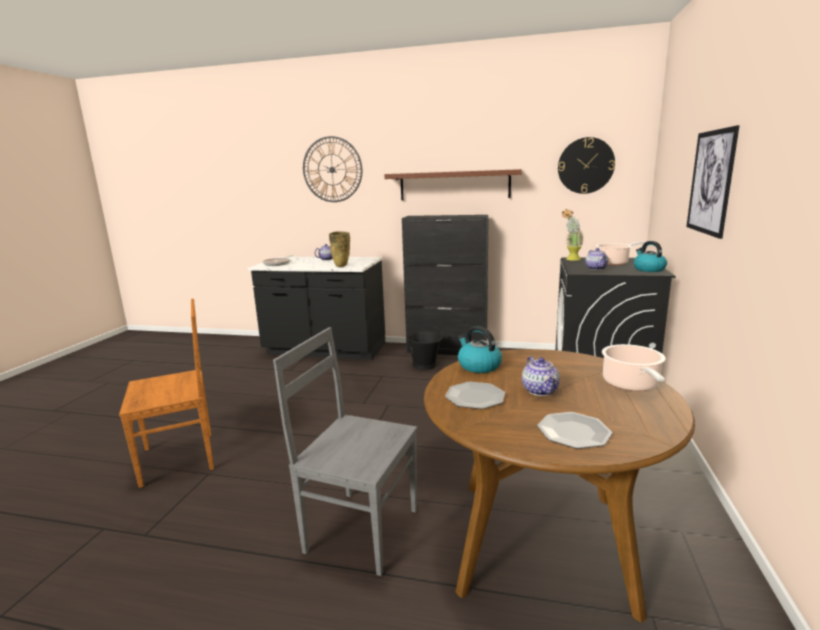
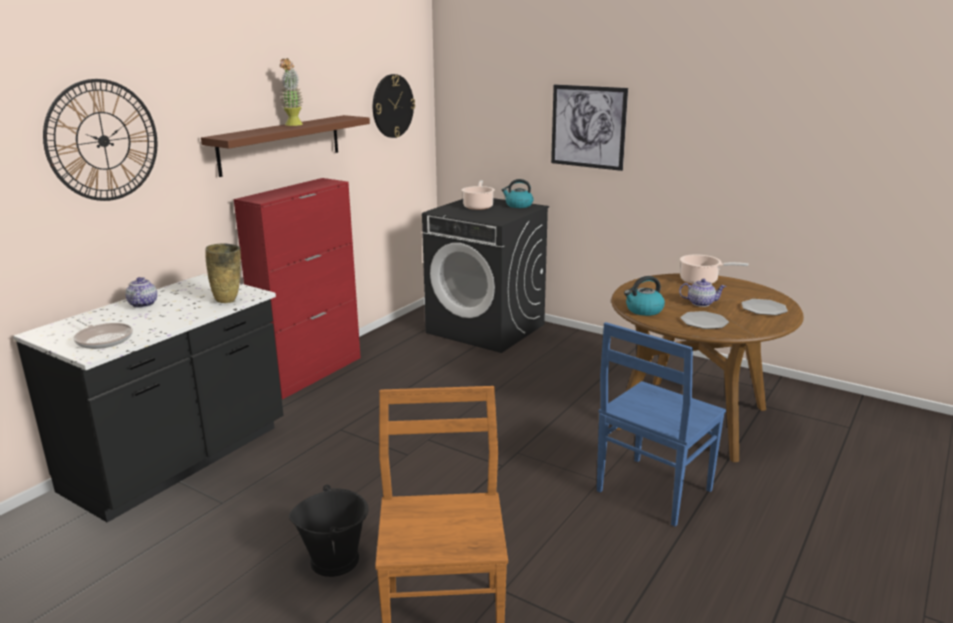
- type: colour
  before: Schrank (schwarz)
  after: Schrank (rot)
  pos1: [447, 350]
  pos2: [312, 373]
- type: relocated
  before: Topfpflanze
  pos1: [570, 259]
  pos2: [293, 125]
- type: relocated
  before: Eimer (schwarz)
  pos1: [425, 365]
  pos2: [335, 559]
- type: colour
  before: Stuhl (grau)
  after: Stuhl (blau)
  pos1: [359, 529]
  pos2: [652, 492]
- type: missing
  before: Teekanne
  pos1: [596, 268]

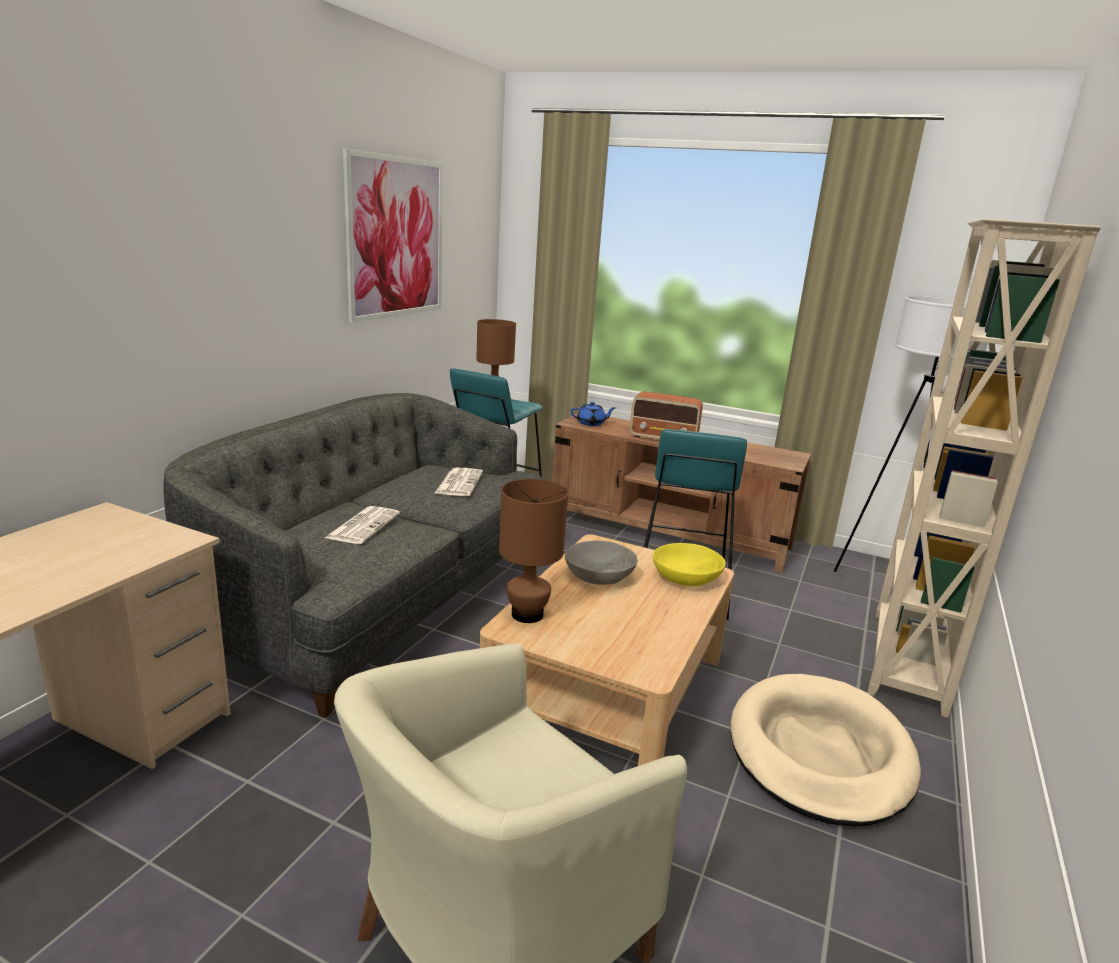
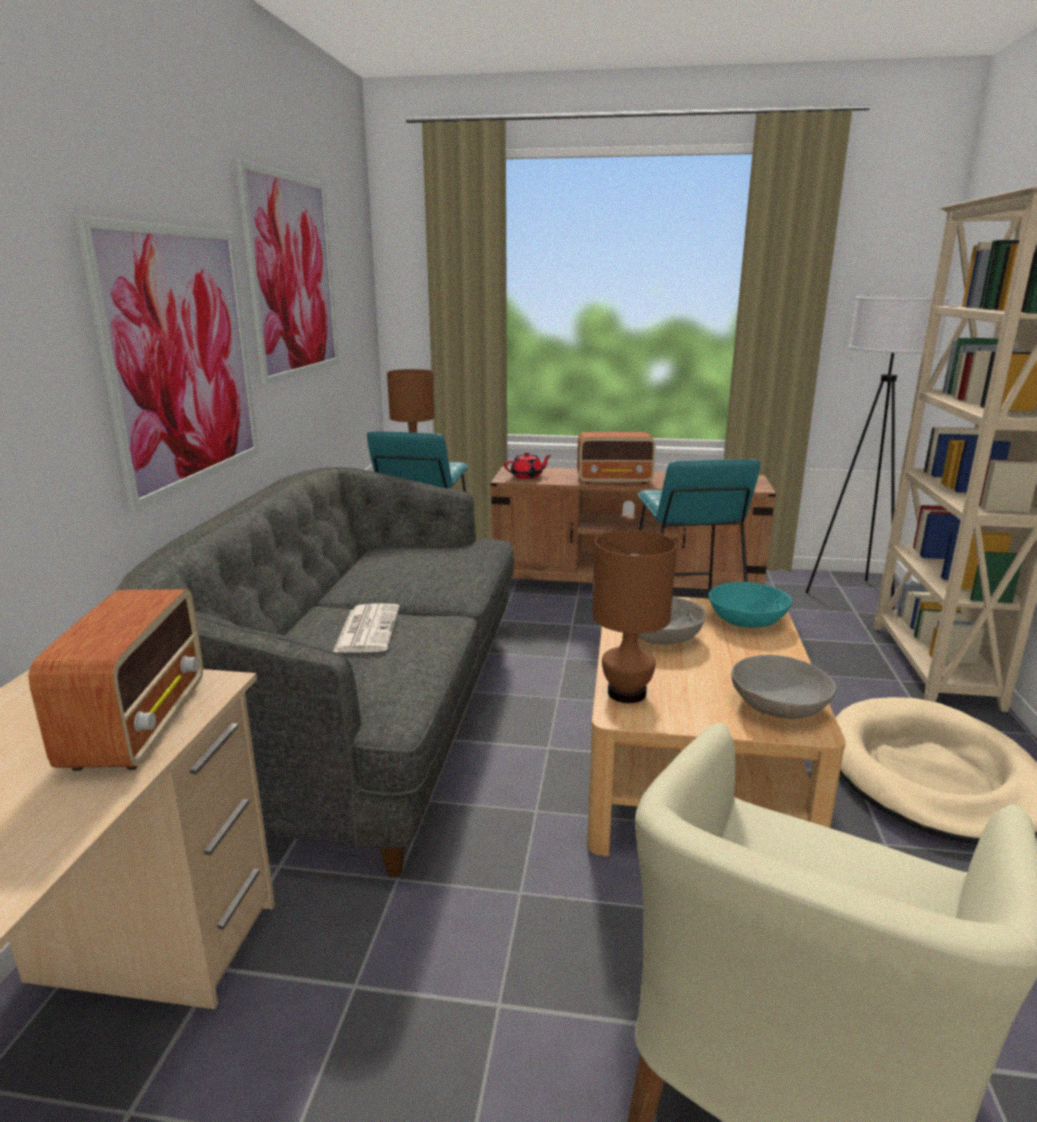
- type: appeared
  after: Radio
  pos2: [139, 724]
- type: appeared
  after: Bild
  pos2: [182, 358]
- type: colour
  before: Teekanne (blau)
  after: Teekanne (rot)
  pos1: [591, 423]
  pos2: [527, 476]
- type: colour
  before: Schüssel (gelb)
  after: Schüssel (türkis)
  pos1: [686, 578]
  pos2: [747, 620]
- type: appeared
  after: Schüssel (grau)
  pos2: [779, 706]
- type: missing
  before: Zeitung
  pos1: [459, 483]

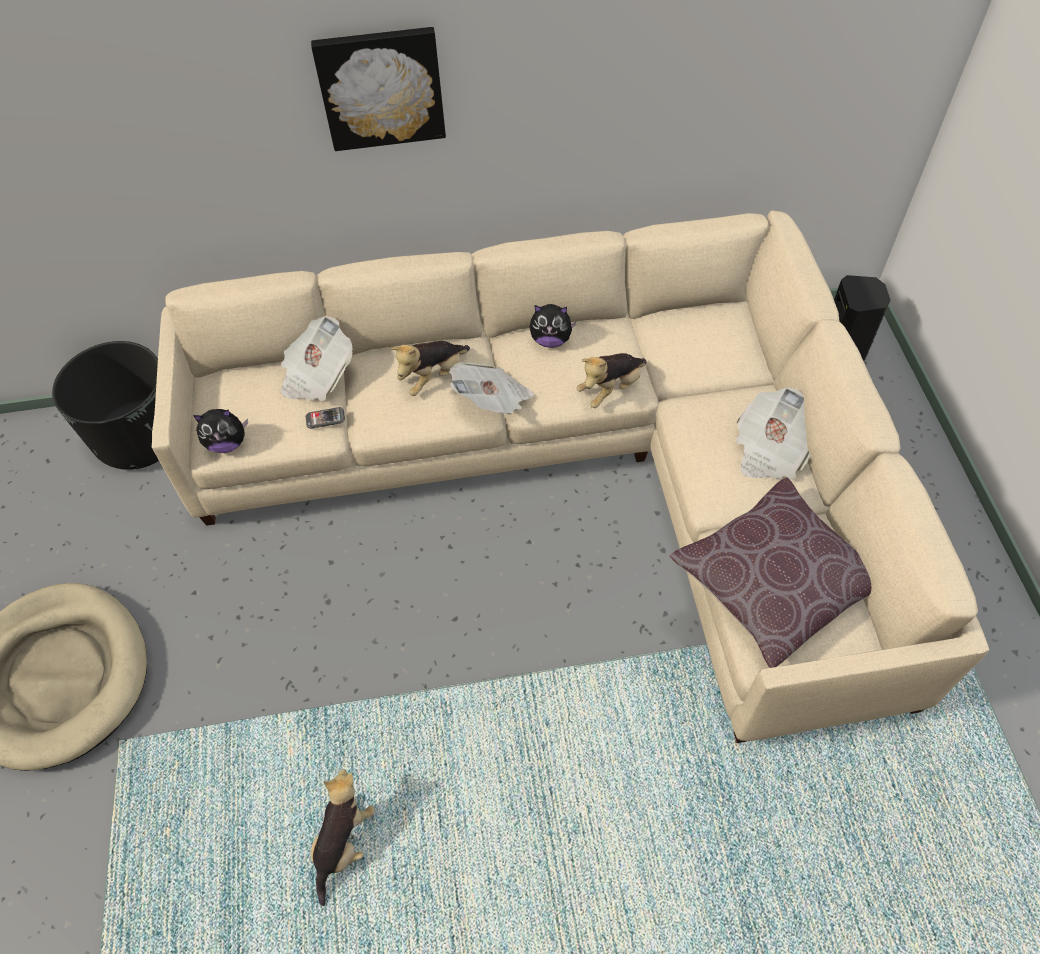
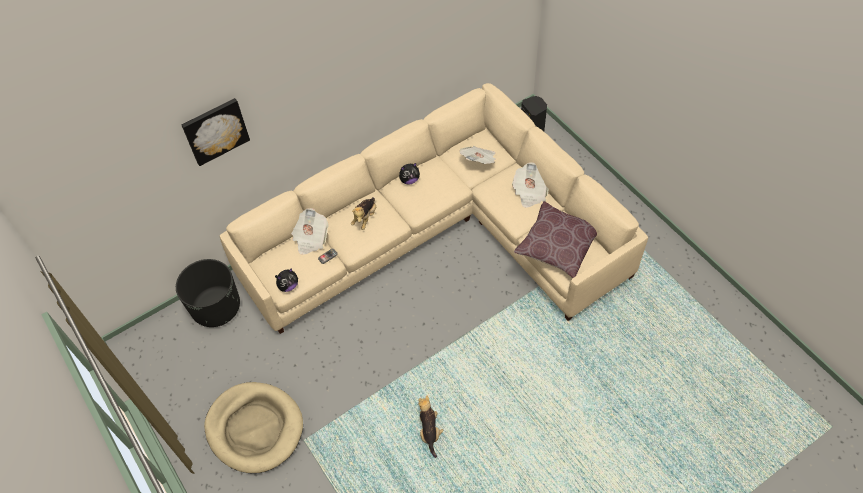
- type: relocated
  before: Bild
  pos1: [381, 87]
  pos2: [215, 130]
- type: relocated
  before: Zeitung
  pos1: [493, 401]
  pos2: [479, 161]
- type: missing
  before: Plüschtier
  pos1: [610, 389]

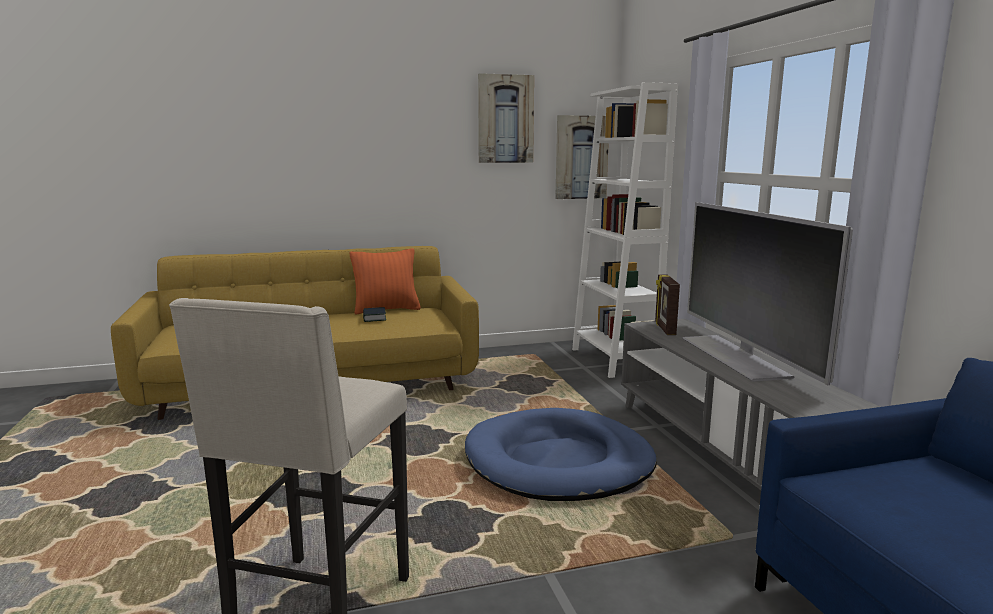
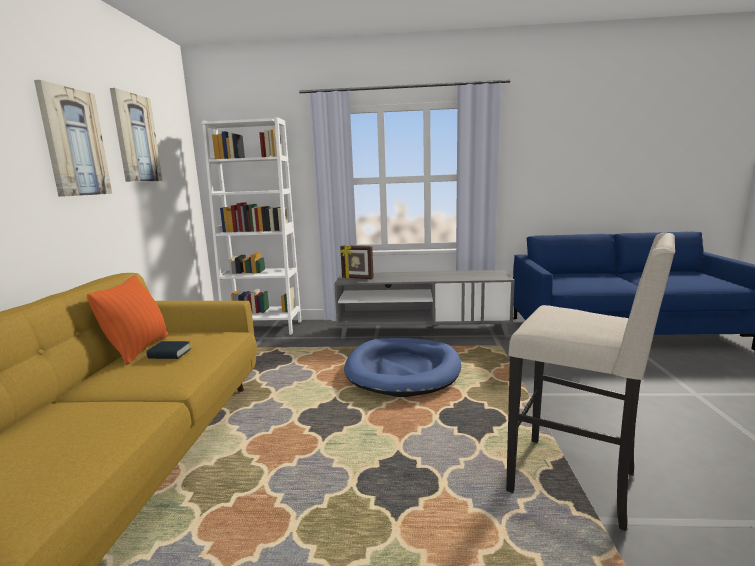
- type: relocated
  before: Bild
  pos1: [581, 157]
  pos2: [74, 142]
- type: missing
  before: Fernseher
  pos1: [735, 356]

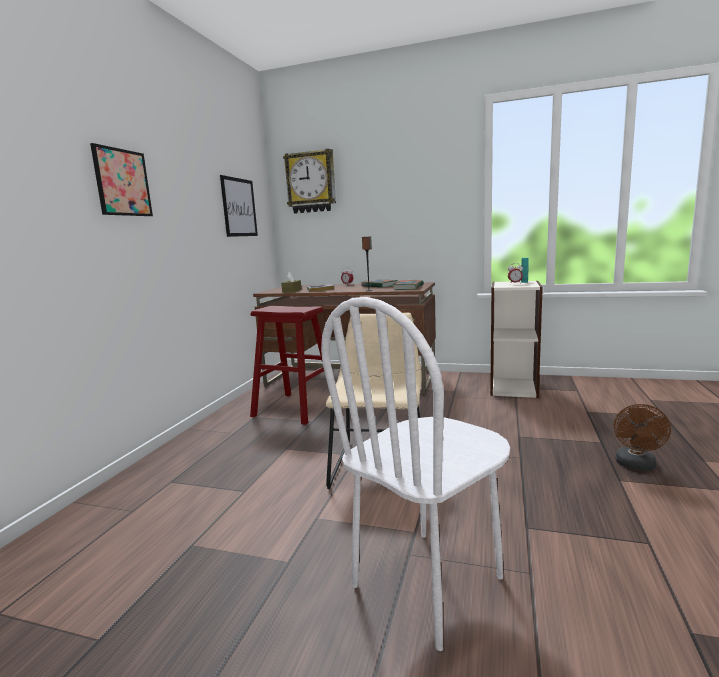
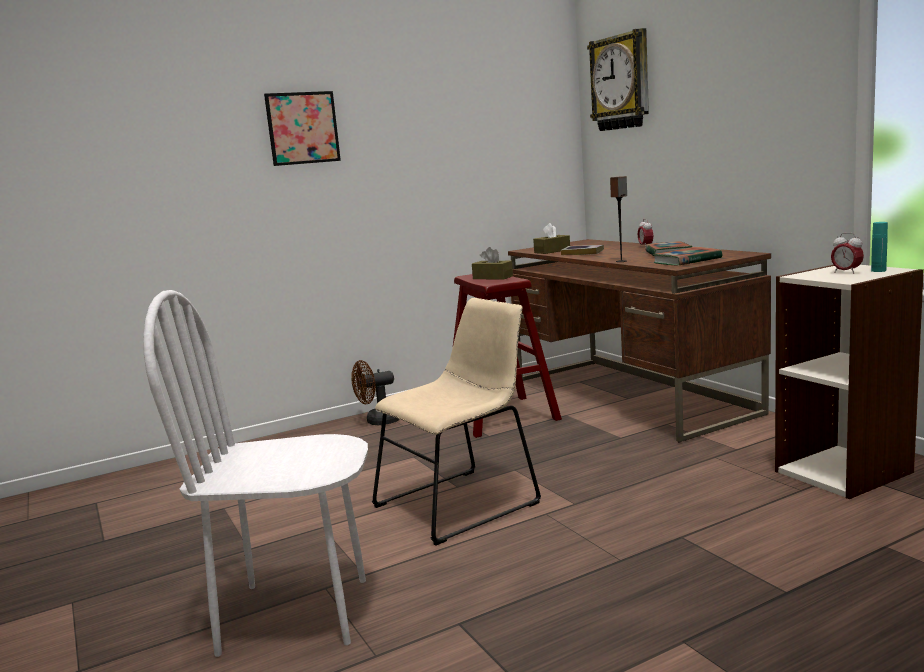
- type: relocated
  before: Ventilator (braun)
  pos1: [636, 466]
  pos2: [377, 421]
- type: appeared
  after: Taschentuchbox (braun)
  pos2: [492, 277]
- type: missing
  before: Bild
  pos1: [239, 207]

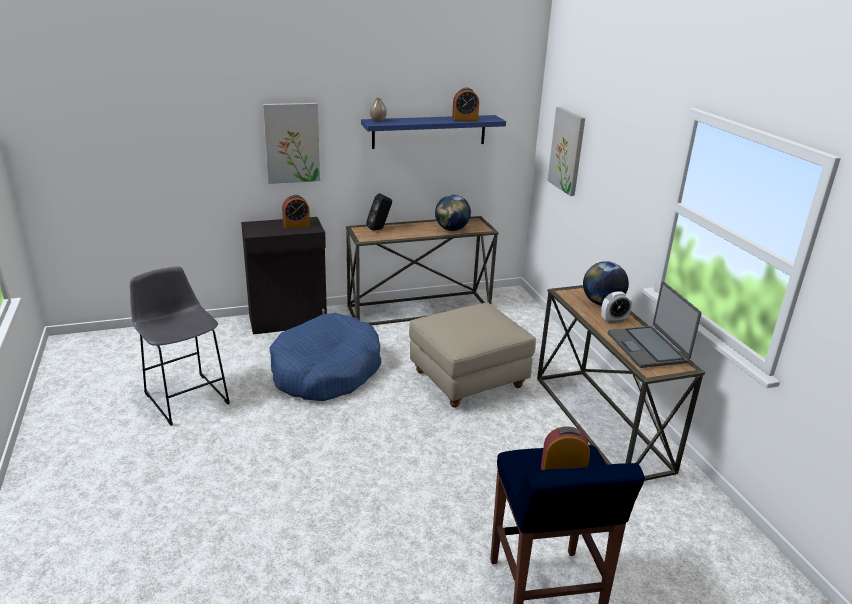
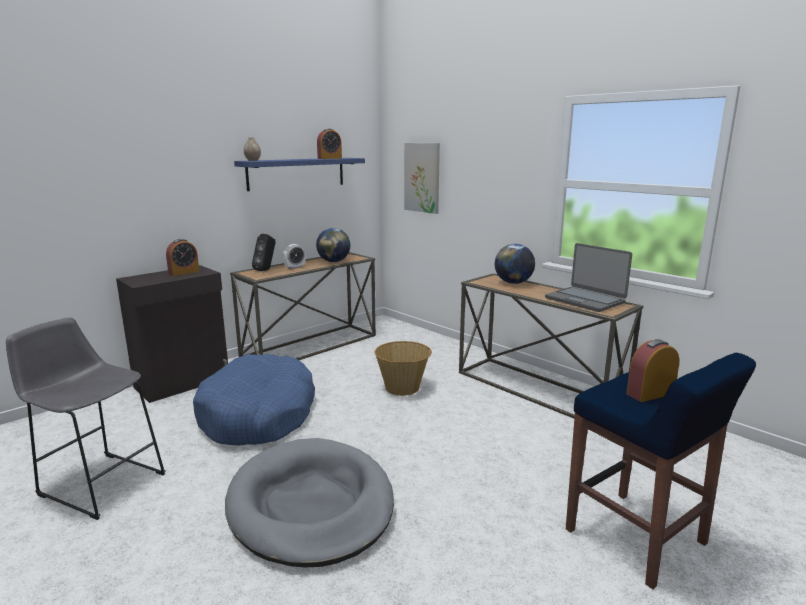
- type: appeared
  after: Hundebett (grau)
  pos2: [311, 505]
- type: relocated
  before: Wecker
  pos1: [614, 320]
  pos2: [294, 267]
- type: exchanged
  before: Polsterhocker (beige)
  after: Korb
  pos1: [468, 380]
  pos2: [403, 388]
- type: missing
  before: Bild
  pos1: [292, 143]

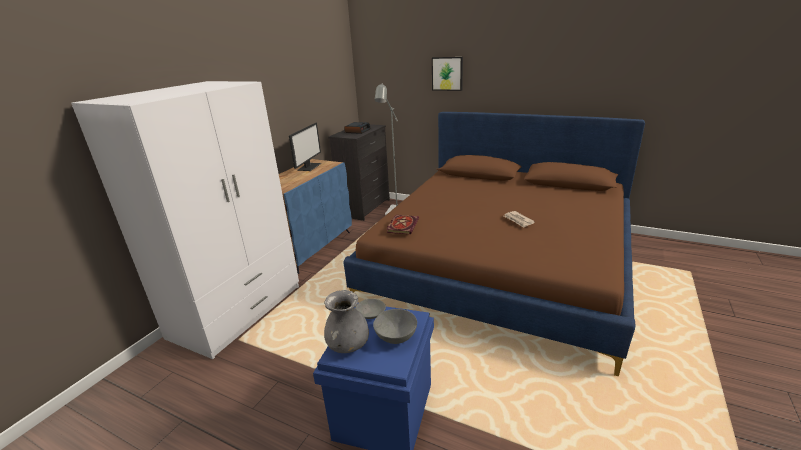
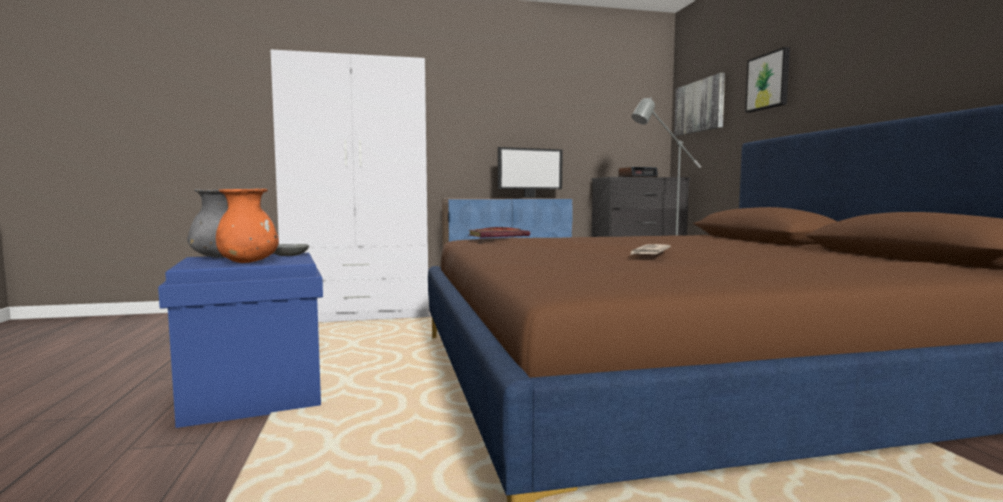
- type: exchanged
  before: Schüssel (grau)
  after: Vase (orange)
  pos1: [396, 336]
  pos2: [248, 262]
- type: appeared
  after: Bild
  pos2: [700, 106]

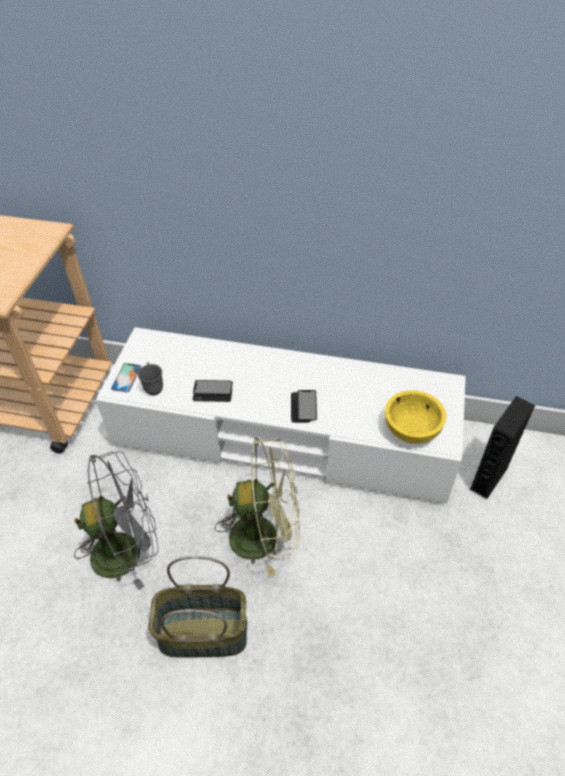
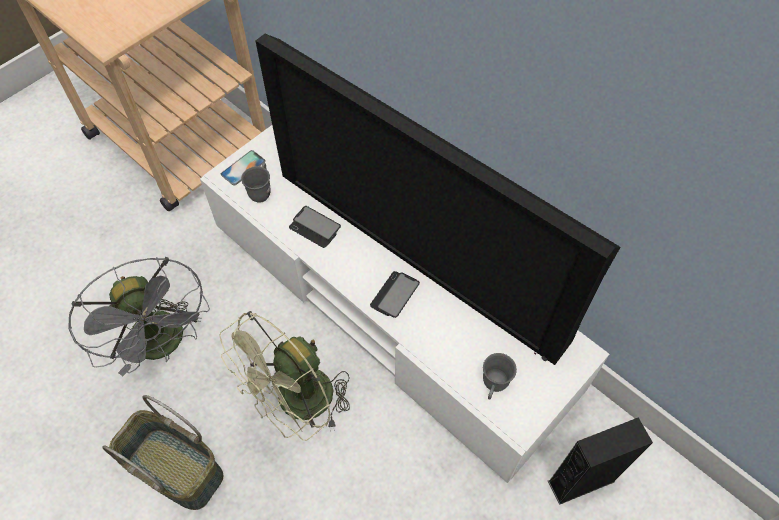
- type: spun
  before: Ventilator (grau)
  pos1: [127, 550]
  pos2: [164, 345]
  turn: 45
- type: spun
  before: Ventilator (grün)
  pos1: [265, 535]
  pos2: [297, 405]
  turn: 105
- type: appeared
  after: Fernseher
  pos2: [422, 250]
- type: exchanged
  before: Schüssel (gelb)
  after: Henkelbecher (grau)
  pos1: [412, 430]
  pos2: [493, 387]

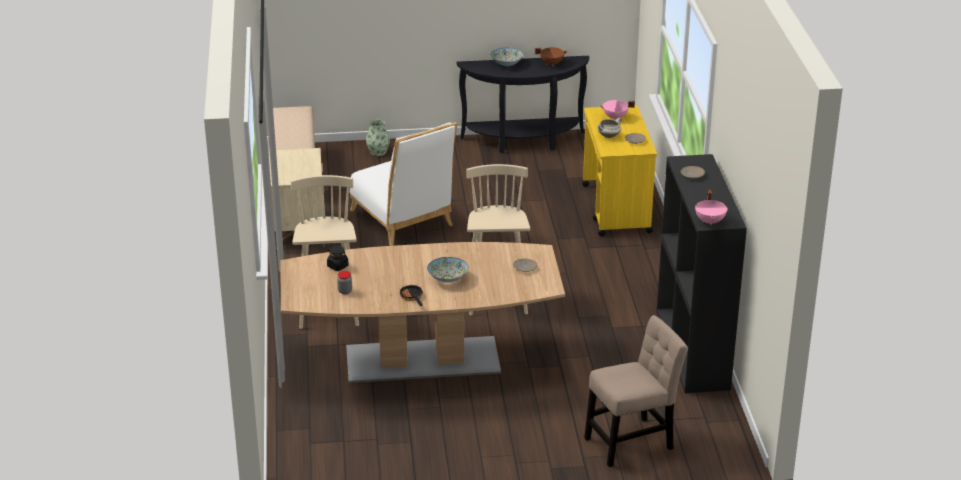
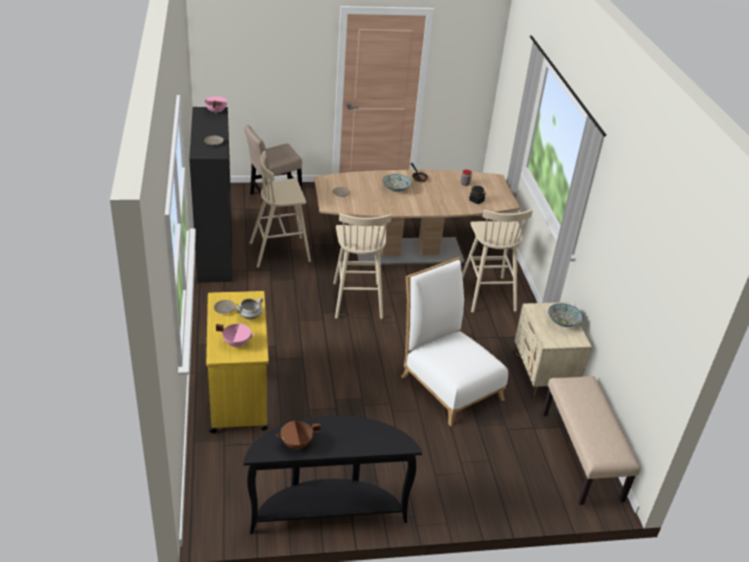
- type: appeared
  after: Hocker (beige)
  pos2: [281, 252]
- type: relocated
  before: Schüssel
  pos1: [507, 64]
  pos2: [563, 322]
- type: missing
  before: Vase
  pos1: [378, 152]

